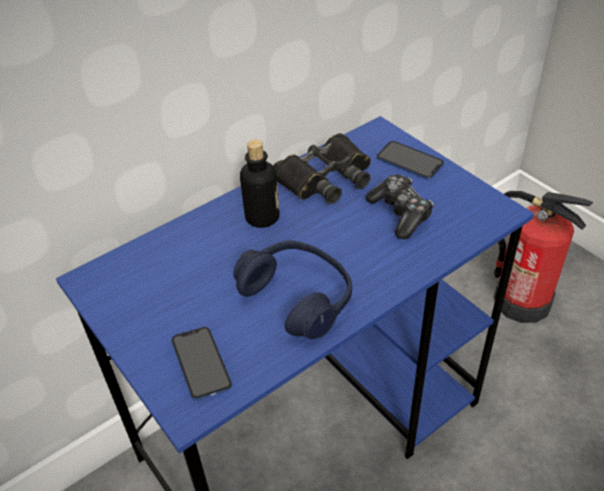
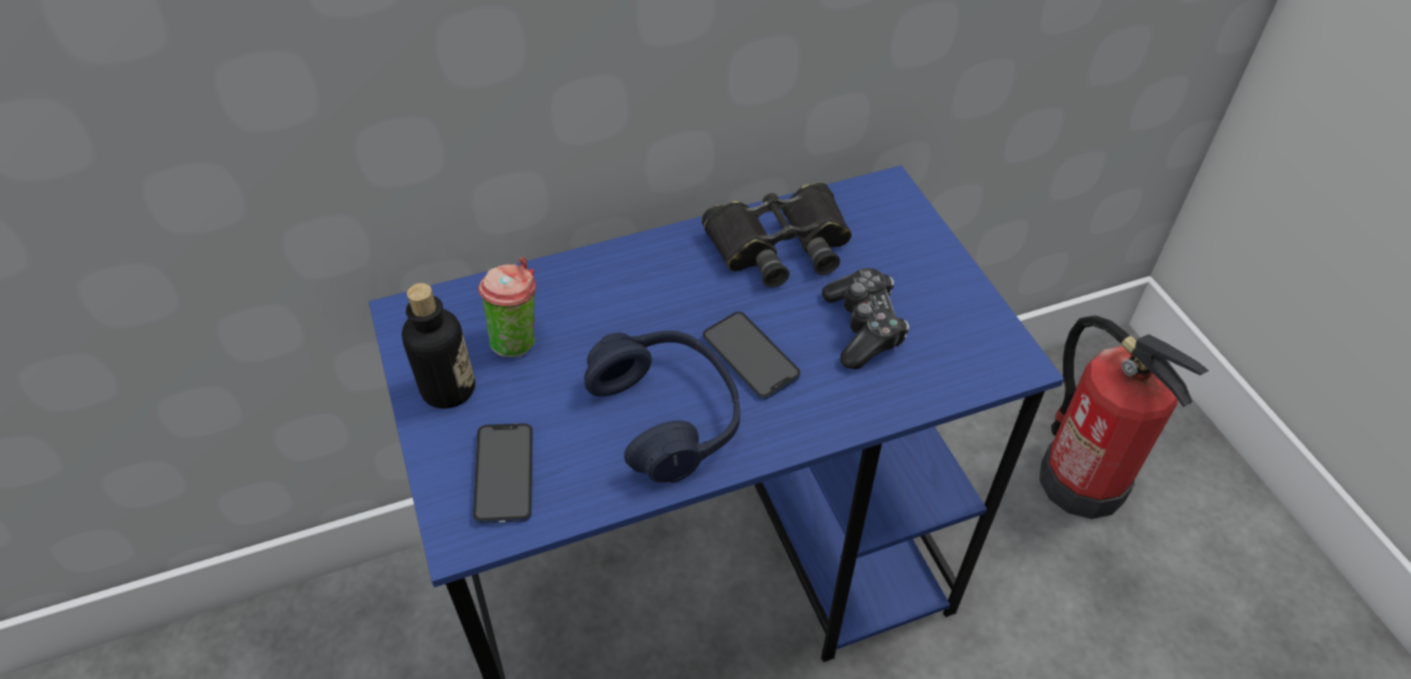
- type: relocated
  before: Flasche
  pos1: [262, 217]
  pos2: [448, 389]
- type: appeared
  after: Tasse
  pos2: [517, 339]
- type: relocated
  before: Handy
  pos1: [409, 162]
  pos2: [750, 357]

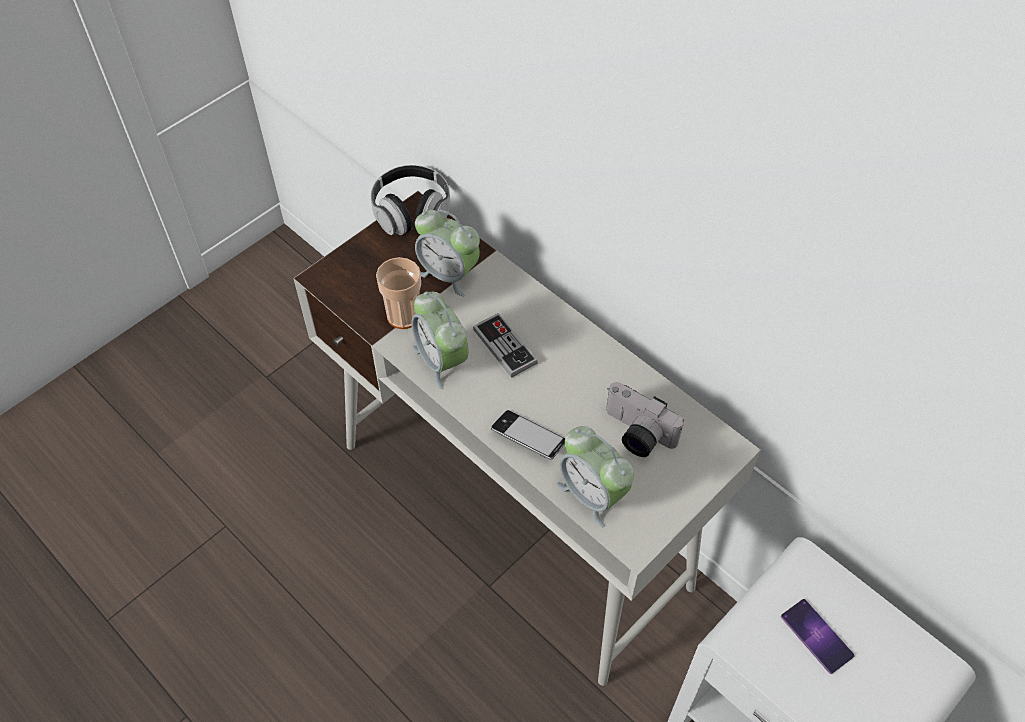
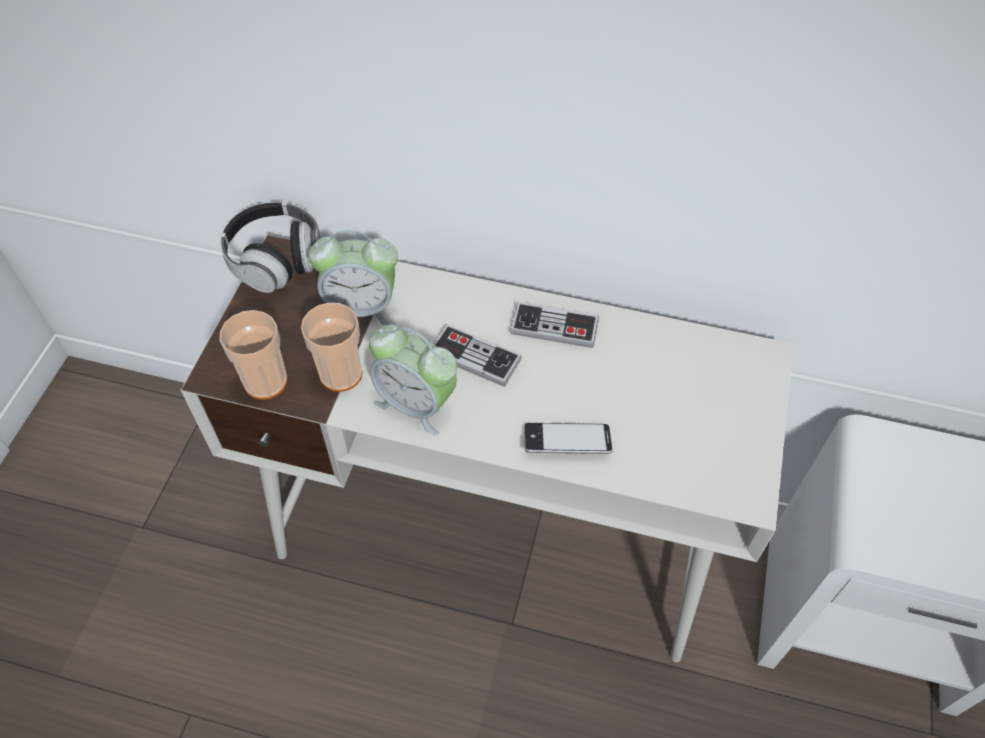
- type: appeared
  after: Tasse
  pos2: [265, 382]
- type: appeared
  after: Gamepad
  pos2: [554, 327]
- type: missing
  before: Wecker
  pos1: [592, 494]
- type: missing
  before: Kamera
  pos1: [635, 434]
- type: missing
  before: Handy
  pos1: [816, 636]

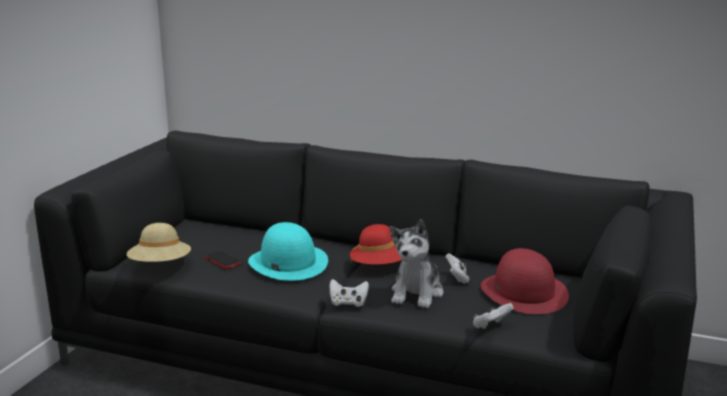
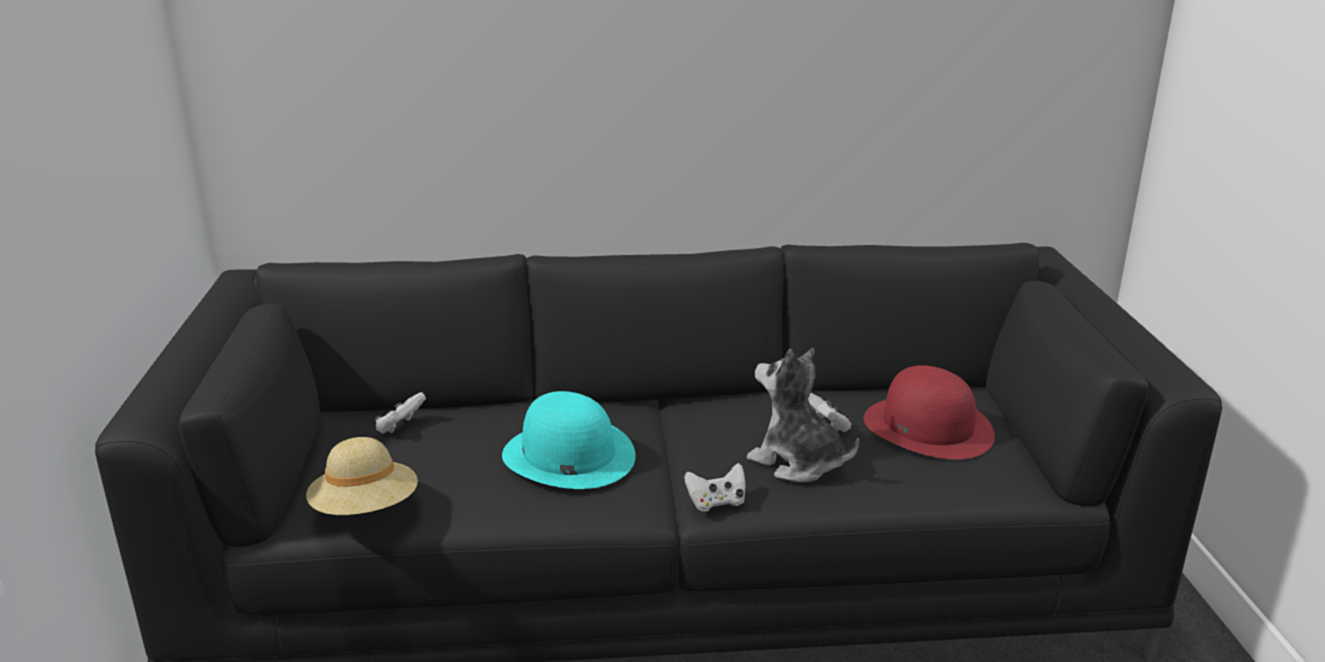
- type: relocated
  before: Gamepad (weiß)
  pos1: [491, 326]
  pos2: [400, 427]
- type: spun
  before: Plüschtier
  pos1: [417, 293]
  pos2: [797, 462]
  turn: 135
- type: missing
  before: Handy
  pos1: [223, 260]
- type: missing
  before: Hut (rot)
  pos1: [380, 266]

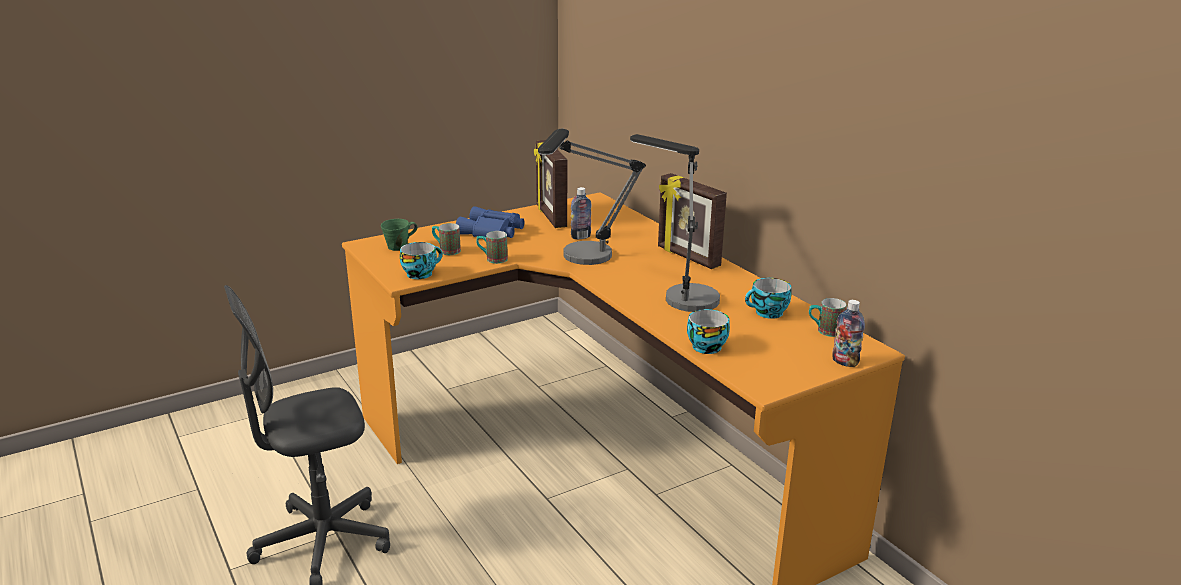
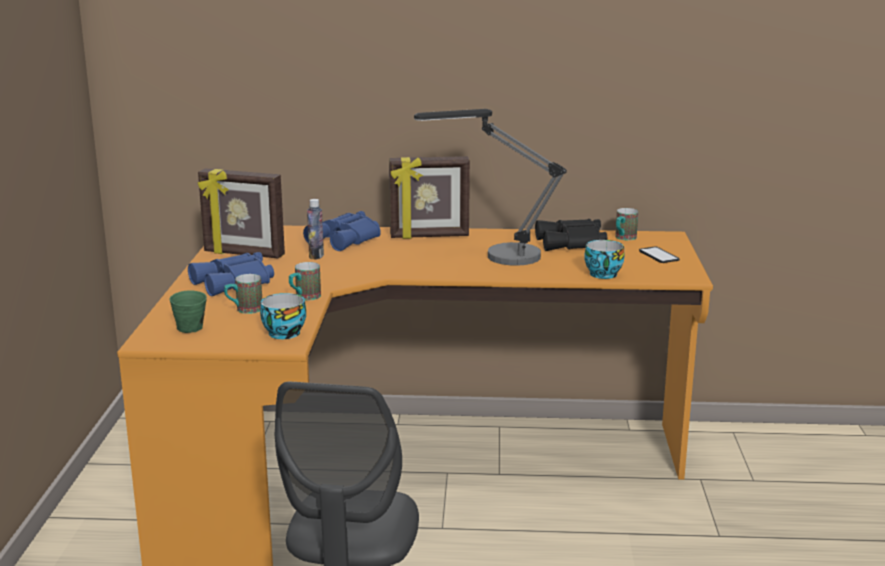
- type: appeared
  after: Fernglas (blau)
  pos2: [346, 240]
- type: exchanged
  before: Tasse
  after: Fernglas (schwarz)
  pos1: [767, 313]
  pos2: [572, 244]
- type: appeared
  after: Handy
  pos2: [658, 256]
- type: missing
  before: Tischlampe
  pos1: [581, 260]
- type: missing
  before: Flasche
  pos1: [845, 362]

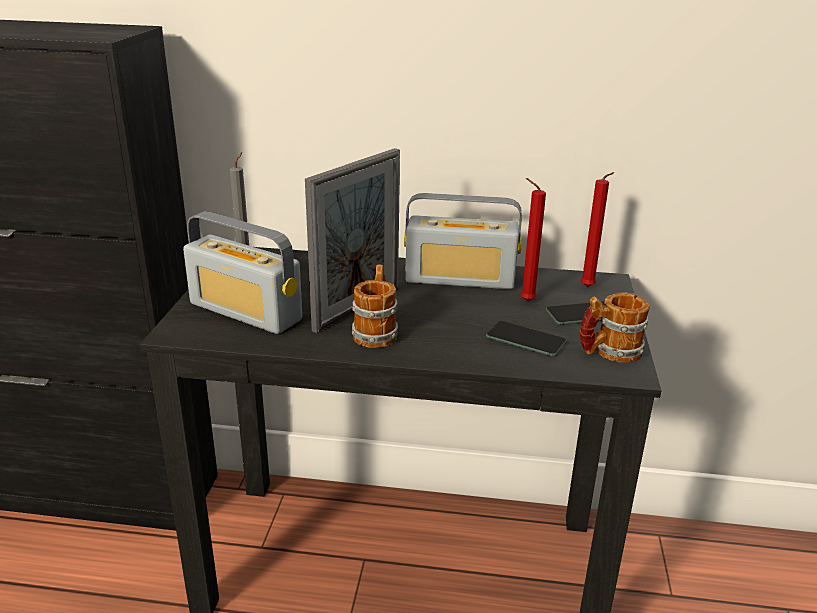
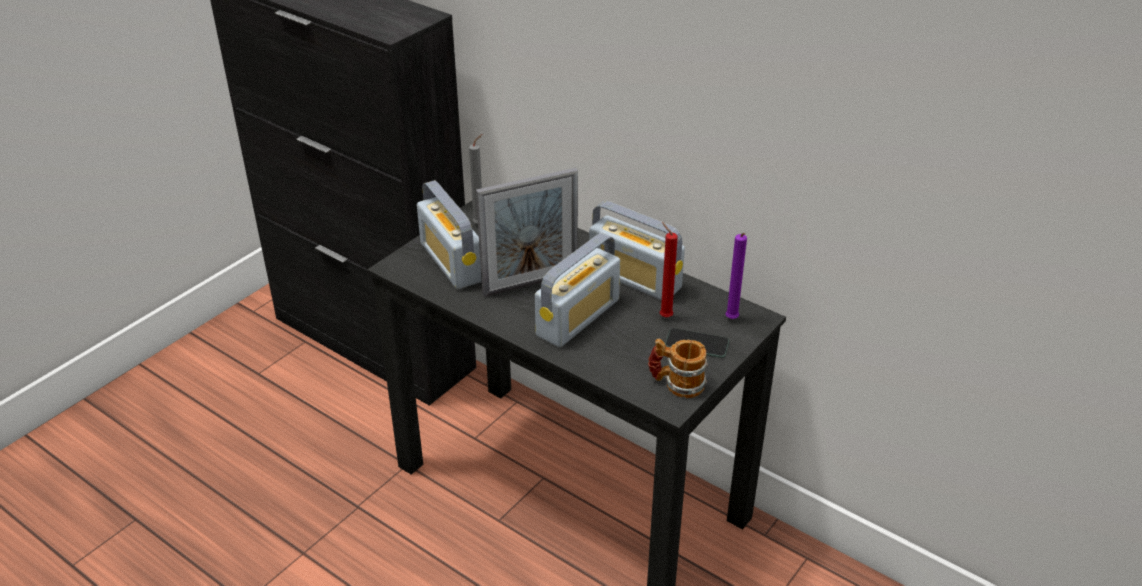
- type: appeared
  after: Radio
  pos2: [578, 318]
- type: colour
  before: Kerze (rot)
  after: Kerze (lila)
  pos1: [589, 288]
  pos2: [731, 320]
- type: missing
  before: Henkelbecher
  pos1: [376, 332]
- type: missing
  before: Handy
  pos1: [525, 340]

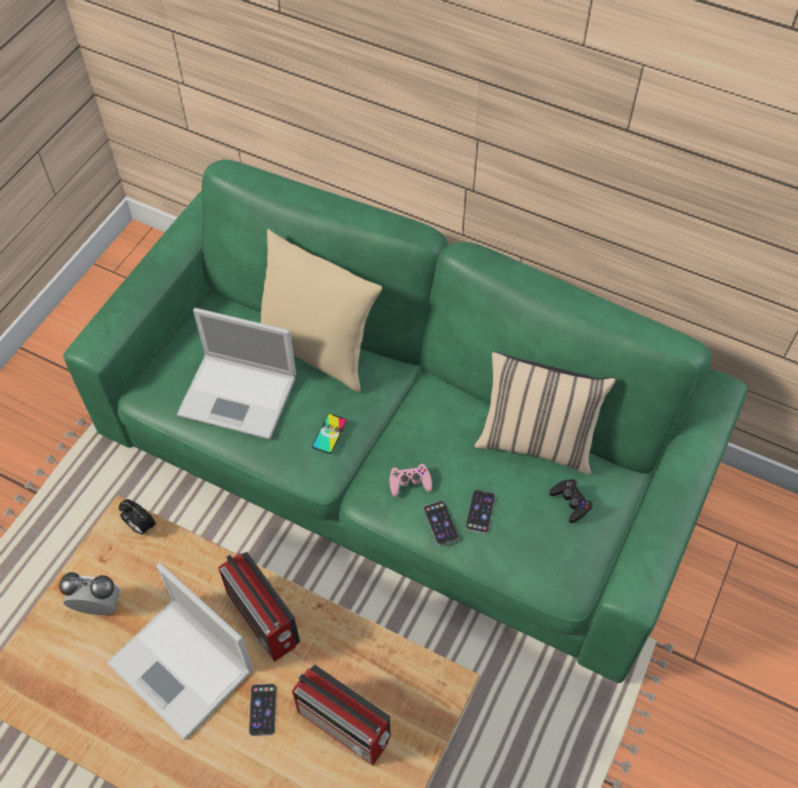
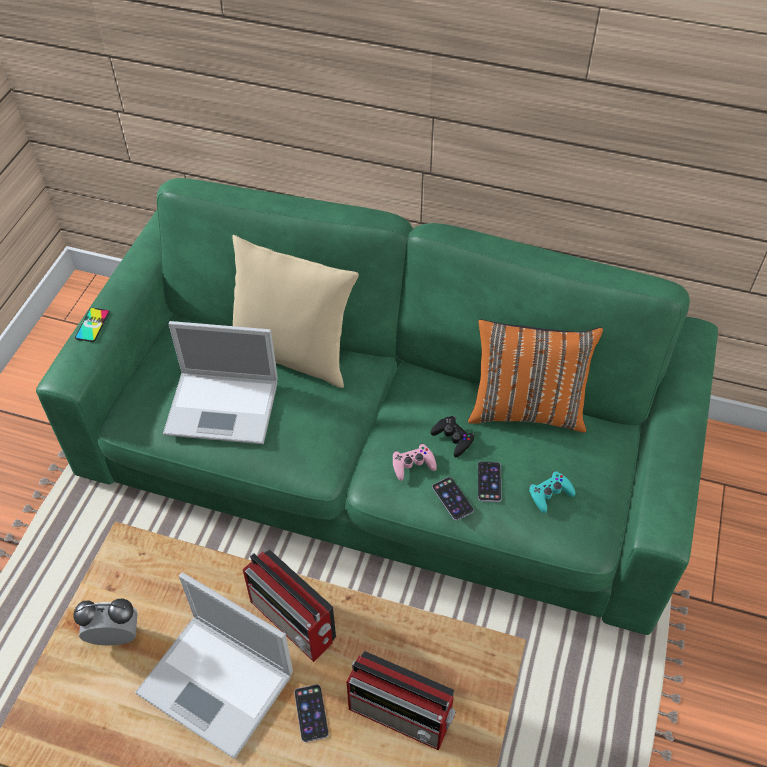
- type: relocated
  before: Handy
  pos1: [329, 433]
  pos2: [92, 325]
- type: relocated
  before: Gamepad (schwarz)
  pos1: [571, 502]
  pos2: [453, 438]
- type: colour
  before: Kissen (beige)
  after: Kissen (orange)
  pos1: [536, 442]
  pos2: [526, 409]
- type: appeared
  after: Gamepad (türkis)
  pos2: [550, 494]
- type: missing
  before: Wecker
  pos1: [140, 526]

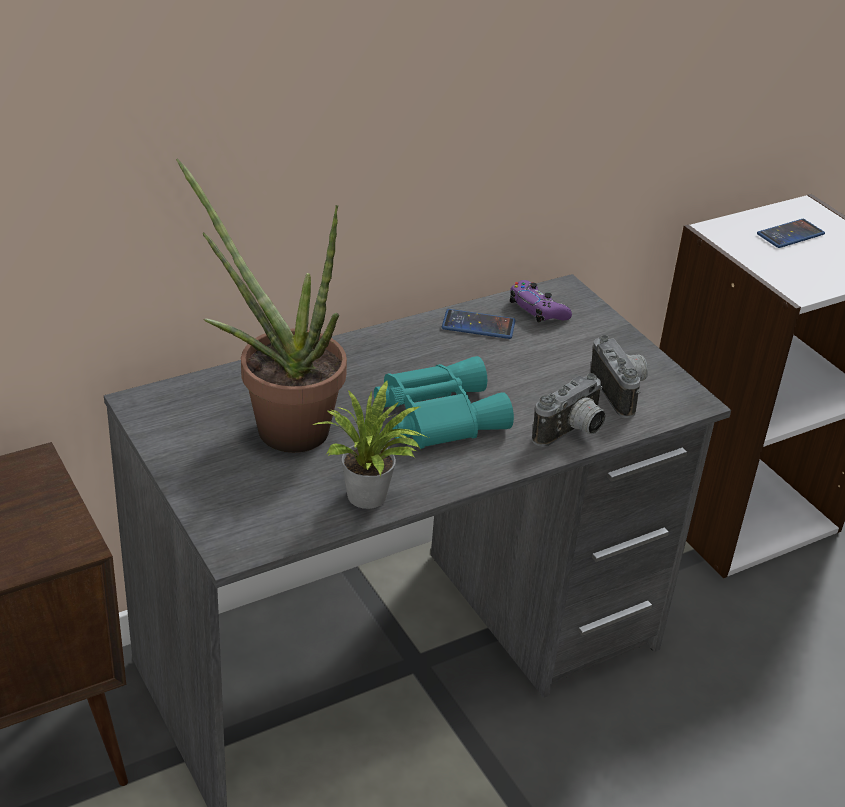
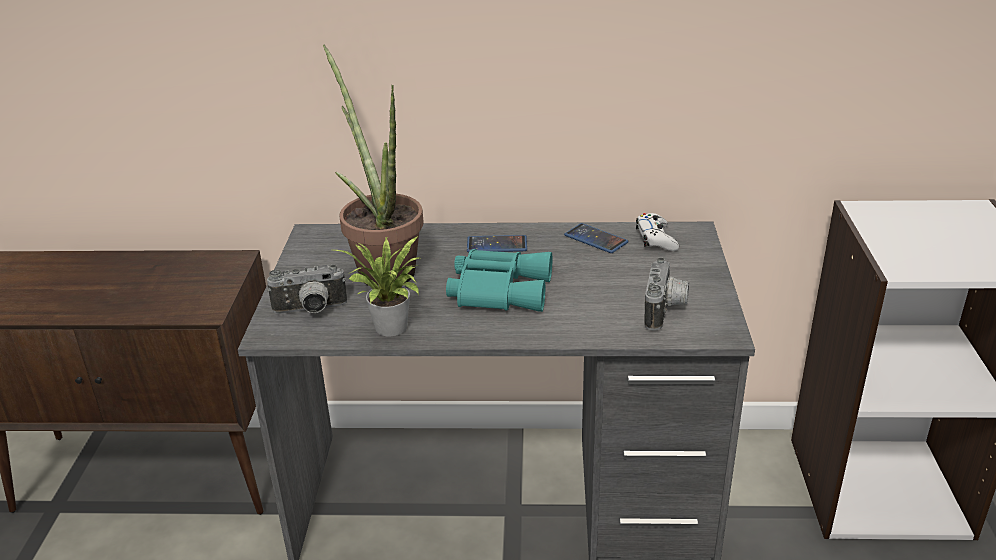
- type: relocated
  before: Kamera
  pos1: [572, 433]
  pos2: [310, 311]
- type: relocated
  before: Handy
  pos1: [790, 234]
  pos2: [497, 245]
- type: colour
  before: Gamepad (lila)
  after: Gamepad (weiß)
  pos1: [537, 309]
  pos2: [656, 239]

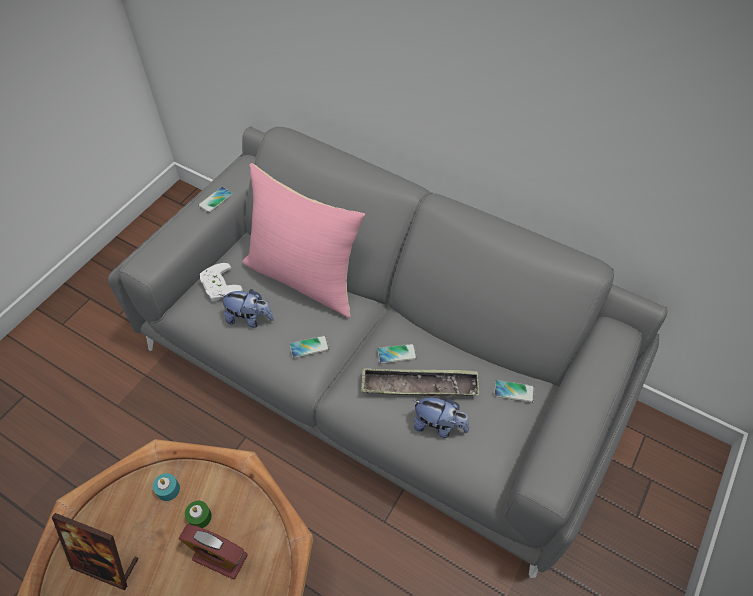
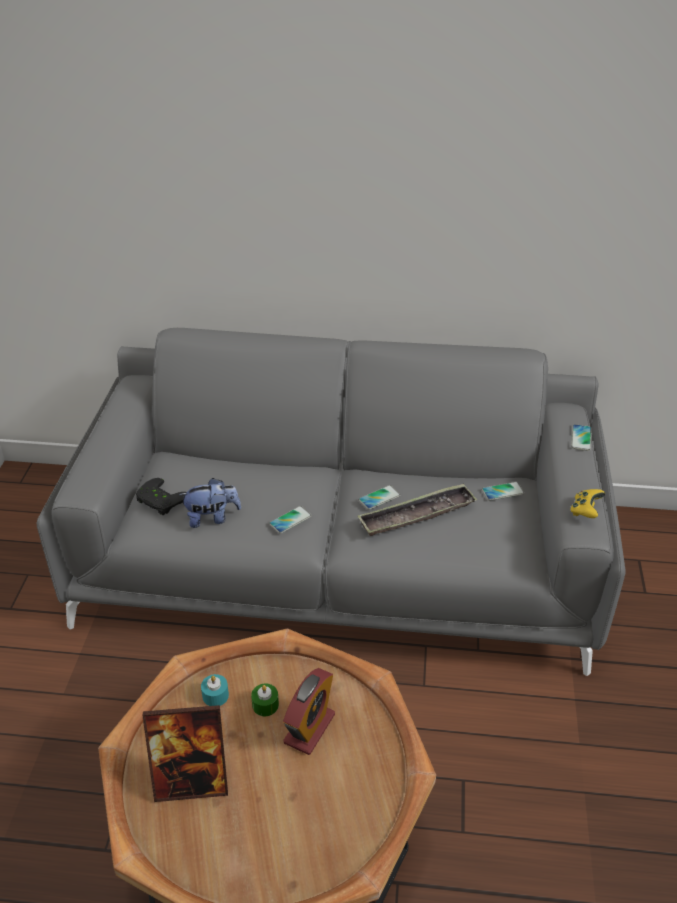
- type: colour
  before: Gamepad (weiß)
  after: Gamepad (schwarz)
  pos1: [217, 285]
  pos2: [159, 501]
- type: spun
  before: Wecker
  pos1: [220, 557]
  pos2: [309, 728]
  turn: -60
- type: appeared
  after: Gamepad (gelb)
  pos2: [585, 511]
- type: relocated
  before: Handy
  pos1: [215, 200]
  pos2: [581, 438]
- type: missing
  before: Kissen (rosa)
  pos1: [305, 277]
- type: missing
  before: Plüschtier
  pos1: [438, 426]

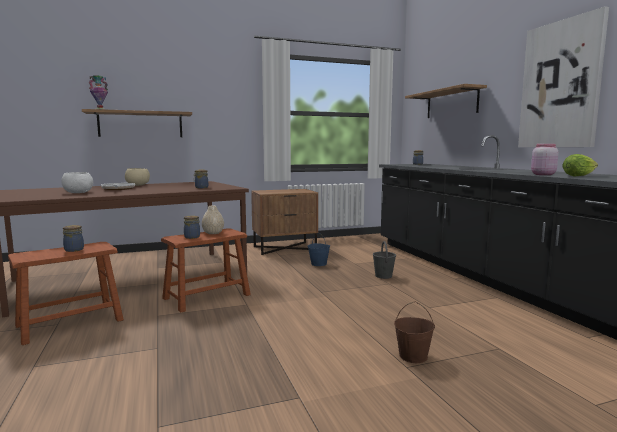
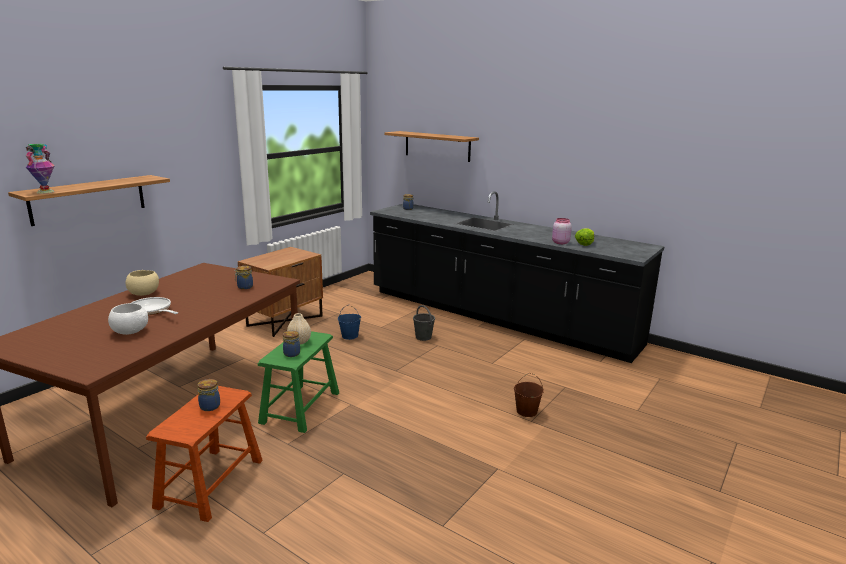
- type: colour
  before: Hocker (braun)
  after: Hocker (grün)
  pos1: [207, 296]
  pos2: [300, 407]
- type: missing
  before: Bild
  pos1: [560, 85]

